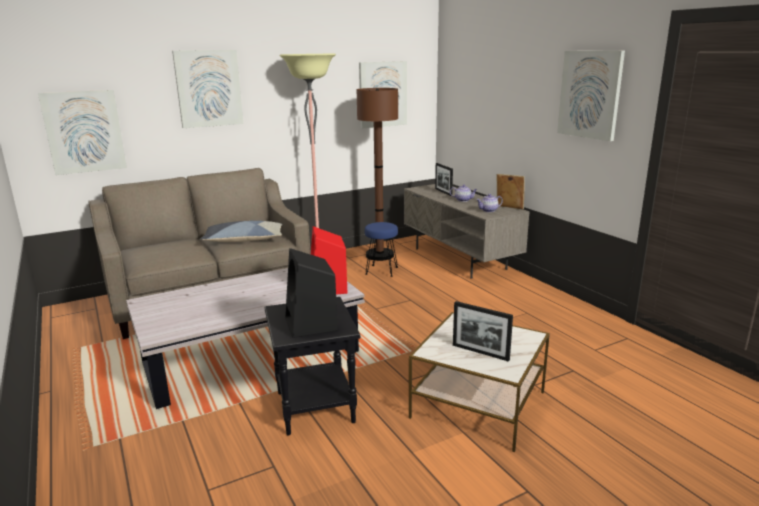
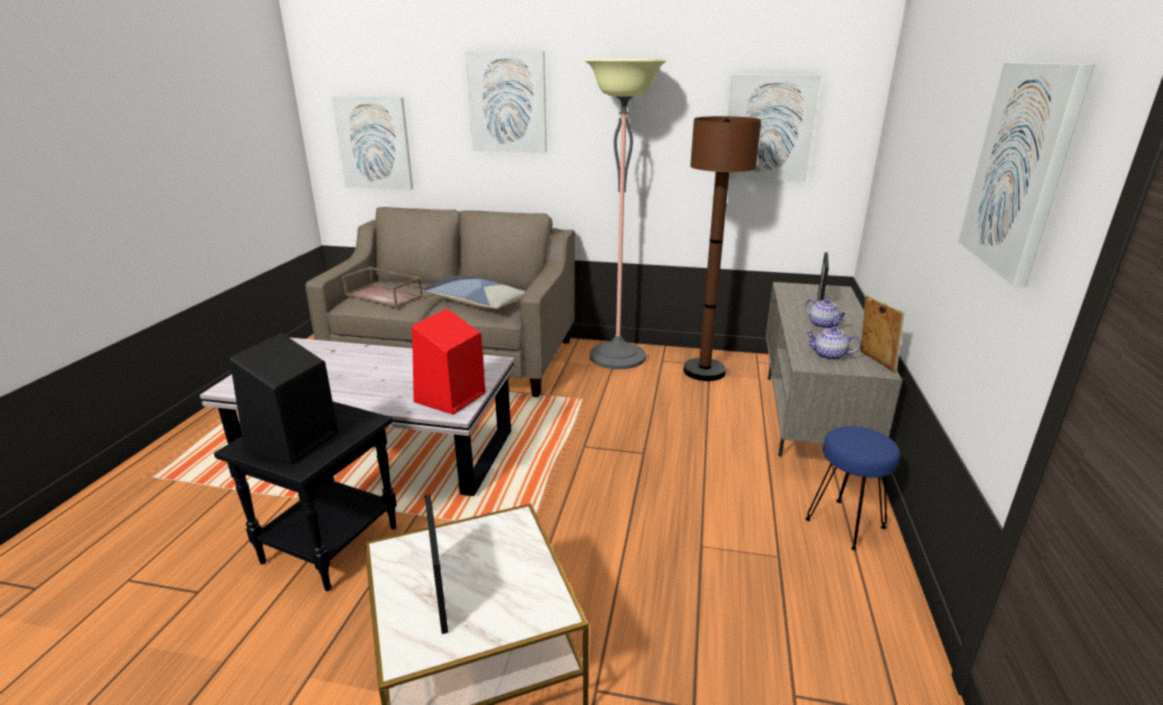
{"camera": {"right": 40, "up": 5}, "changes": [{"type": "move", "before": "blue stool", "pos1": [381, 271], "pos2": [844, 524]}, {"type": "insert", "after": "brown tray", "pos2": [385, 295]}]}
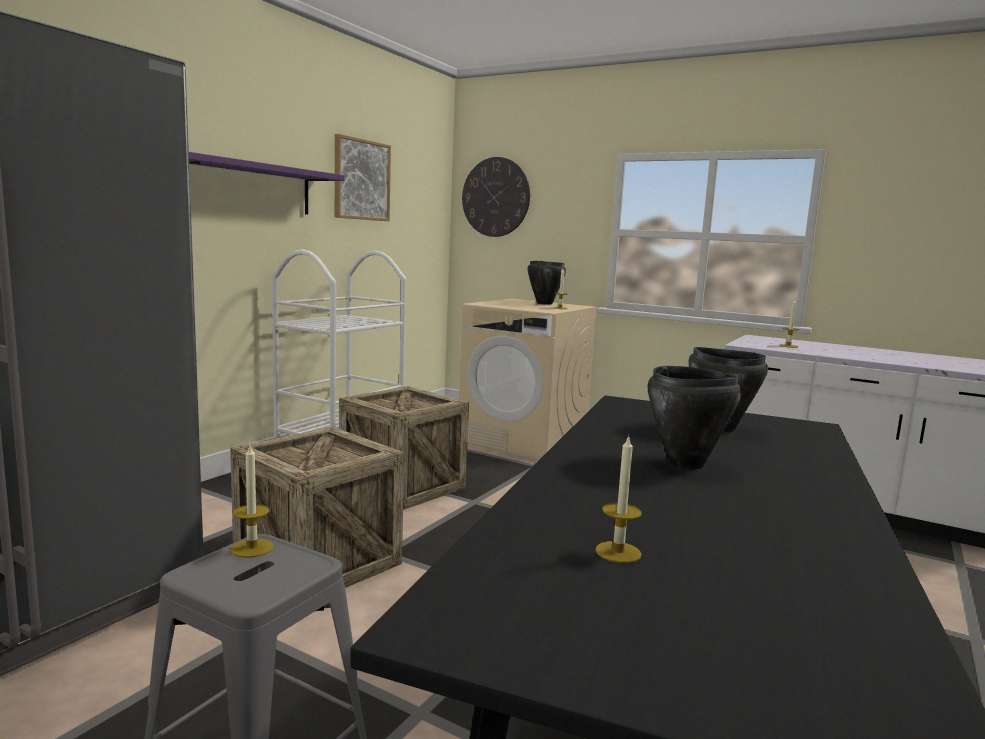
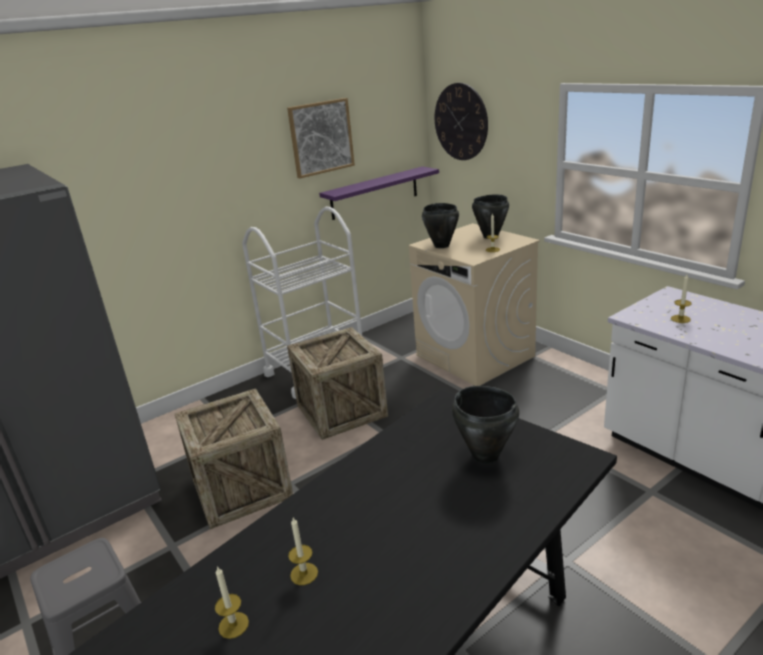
{"camera": {"right": 25, "up": 15}, "changes": [{"type": "move", "before": "purple shelf", "pos1": [247, 187], "pos2": [374, 193]}, {"type": "move", "before": "candle", "pos1": [252, 548], "pos2": [304, 574]}, {"type": "move", "before": "black cooking pot", "pos1": [685, 464], "pos2": [441, 246]}]}
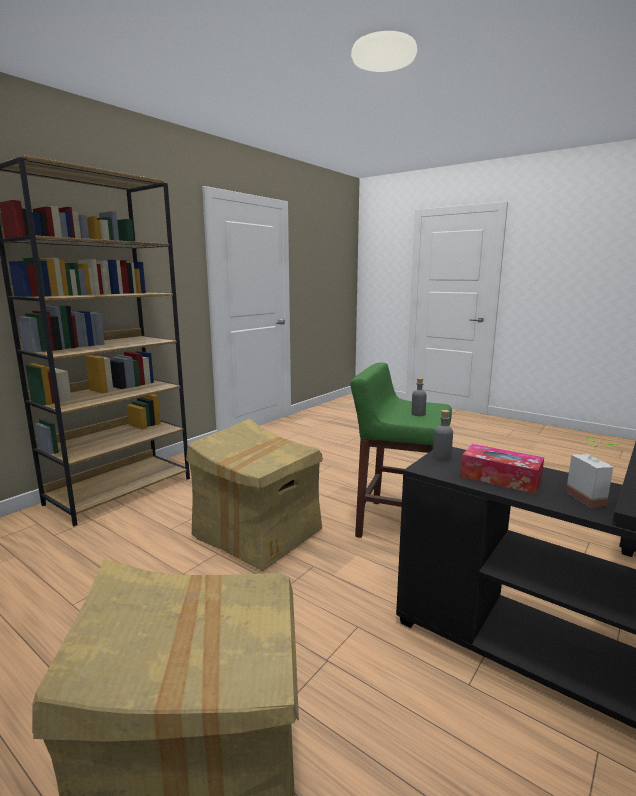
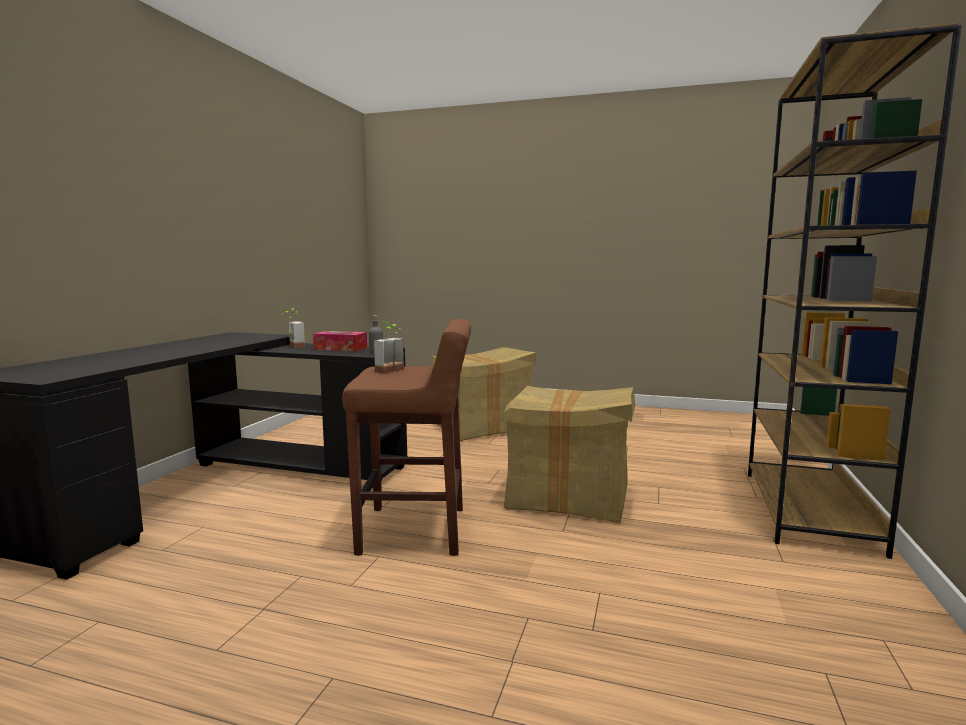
{"camera": {"right": 160, "up": -5}, "changes": [{"type": "recolor", "before": "green stool", "after": "brown stool", "pos1": [398, 524], "pos2": [415, 530]}, {"type": "replace", "before": "grey bottle", "after": "potted plant", "pos1": [418, 414], "pos2": [393, 371]}]}
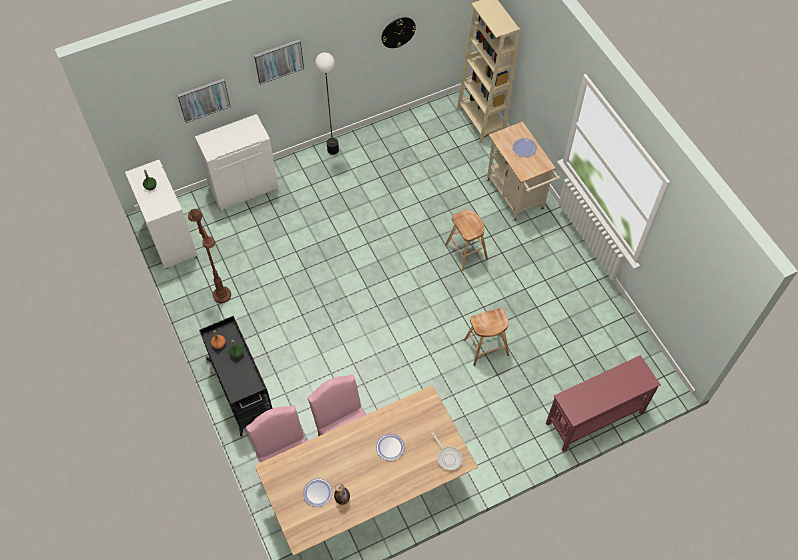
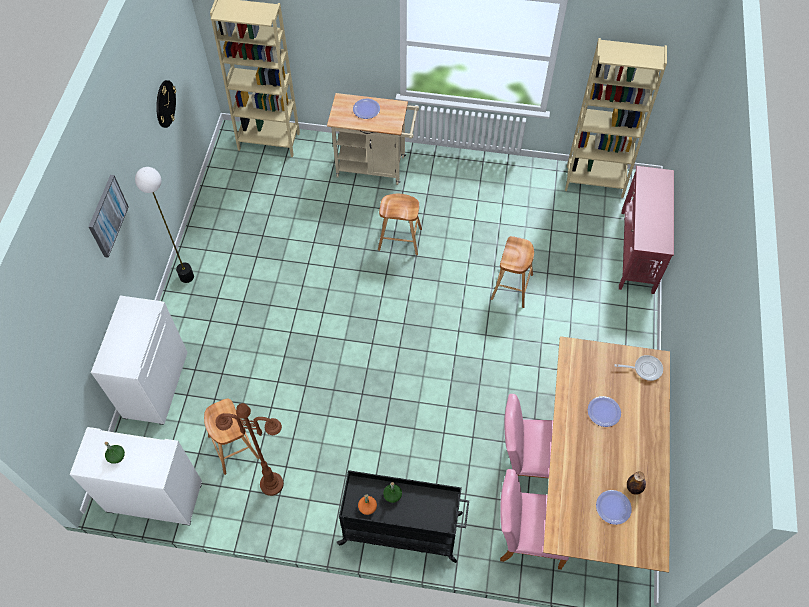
{"camera": {"right": -55, "up": 0}, "changes": [{"type": "delete", "before": "picture", "pos1": [204, 99]}, {"type": "insert", "after": "brown stool", "pos2": [234, 447]}, {"type": "insert", "after": "beige bookcase", "pos2": [594, 181]}]}
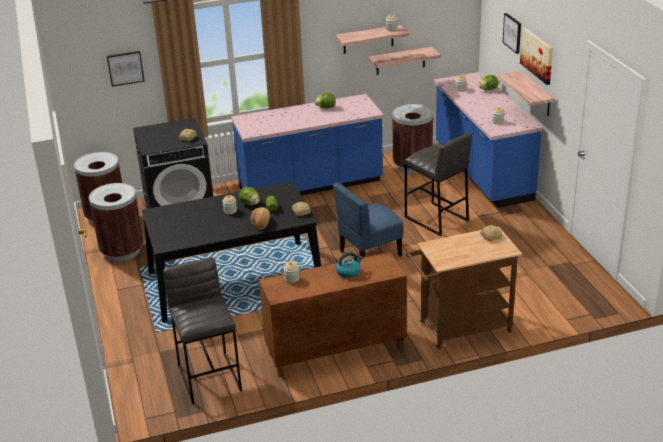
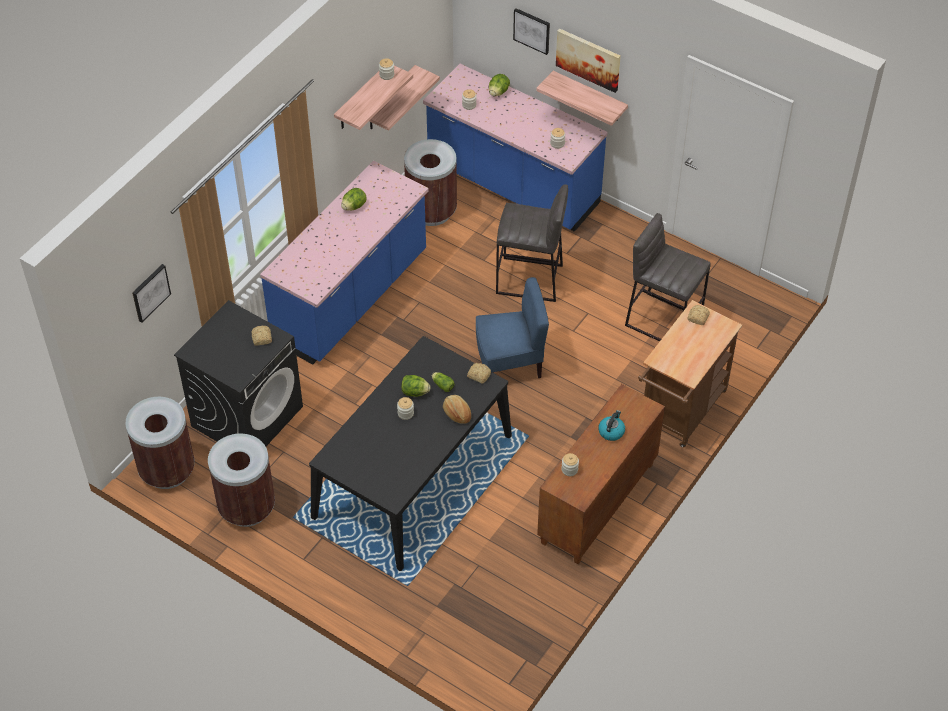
{"camera": {"right": -40, "up": 20}, "changes": [{"type": "move", "before": "grey stool", "pos1": [210, 377], "pos2": [663, 320]}, {"type": "rotate", "before": "blue chair", "pos1": [369, 253], "pos2": [509, 363], "turn": -120}]}
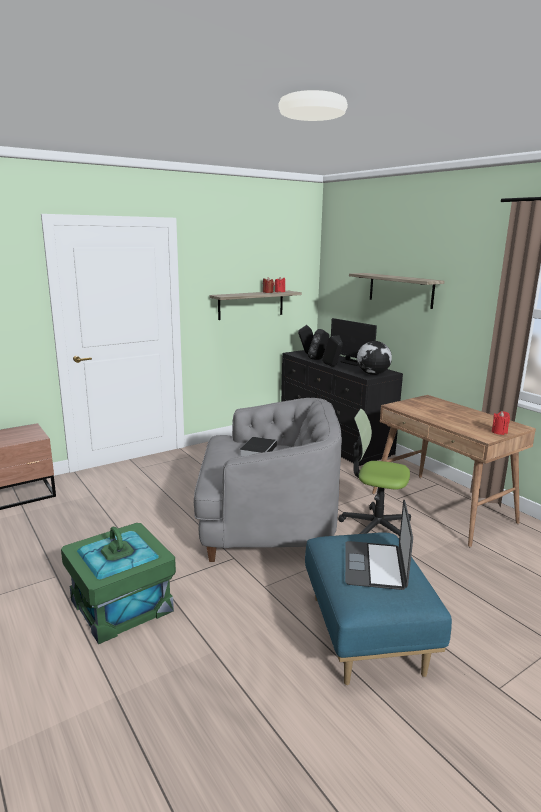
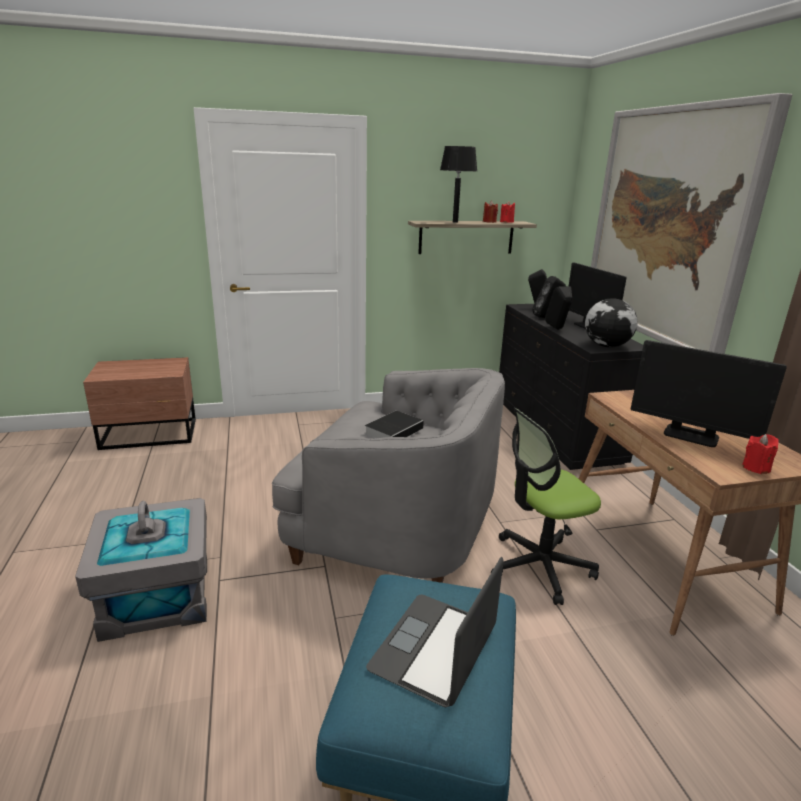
{"camera": {"right": 20, "up": 5}, "changes": [{"type": "recolor", "before": "green storage box", "after": "grey storage box", "pos1": [122, 605], "pos2": [158, 597]}, {"type": "rotate", "before": "office chair", "pos1": [375, 527], "pos2": [540, 566], "turn": -60}, {"type": "replace", "before": "shelf", "after": "picture", "pos1": [400, 290], "pos2": [669, 226]}, {"type": "insert", "after": "black table lamp", "pos2": [455, 222]}, {"type": "insert", "after": "monitor", "pos2": [691, 435]}]}
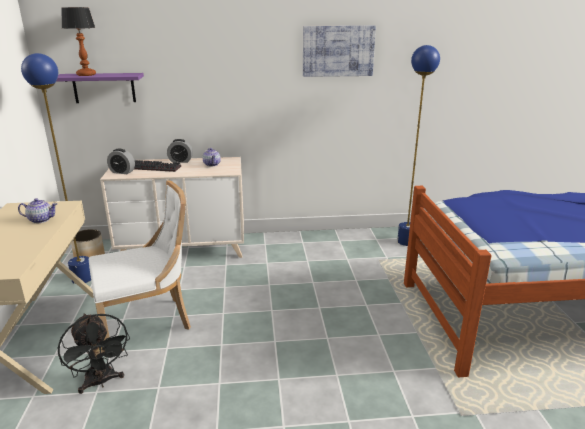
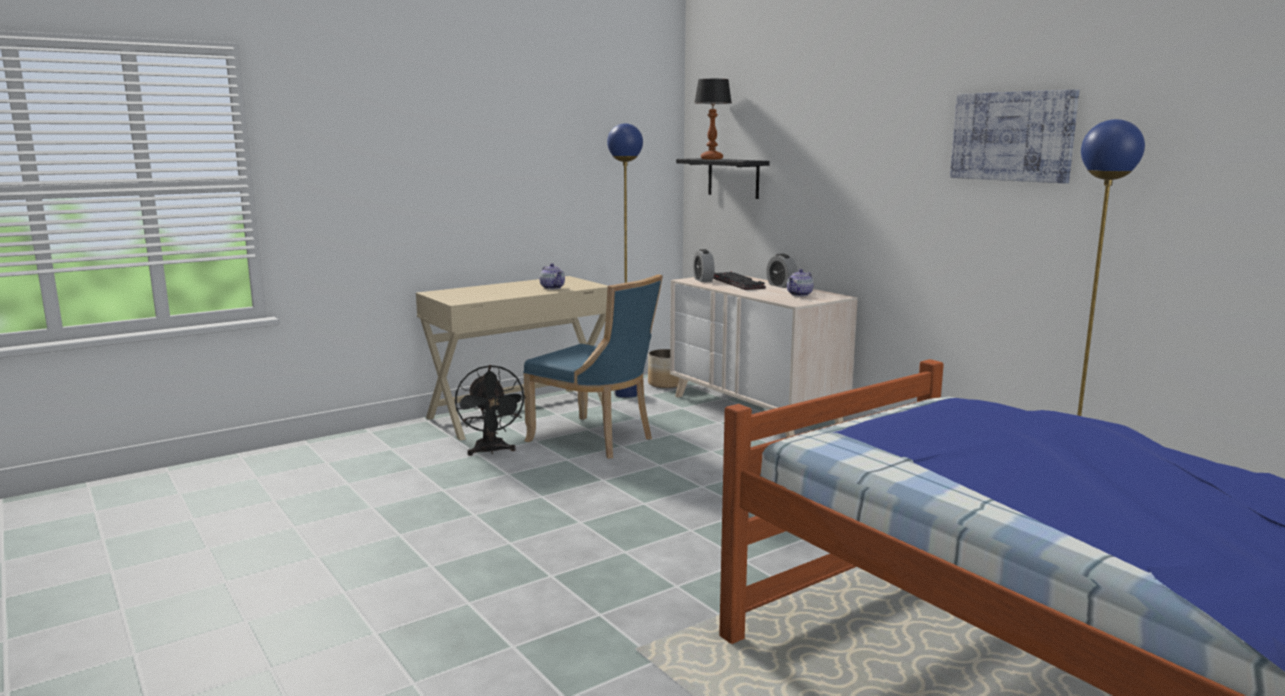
{"camera": {"right": 60, "up": -10}, "changes": [{"type": "recolor", "before": "purple shelf", "after": "black shelf", "pos1": [104, 88], "pos2": [733, 178]}, {"type": "rotate", "before": "black fan", "pos1": [101, 382], "pos2": [491, 451], "turn": -45}, {"type": "recolor", "before": "white chair", "after": "blue chair", "pos1": [148, 322], "pos2": [596, 440]}]}
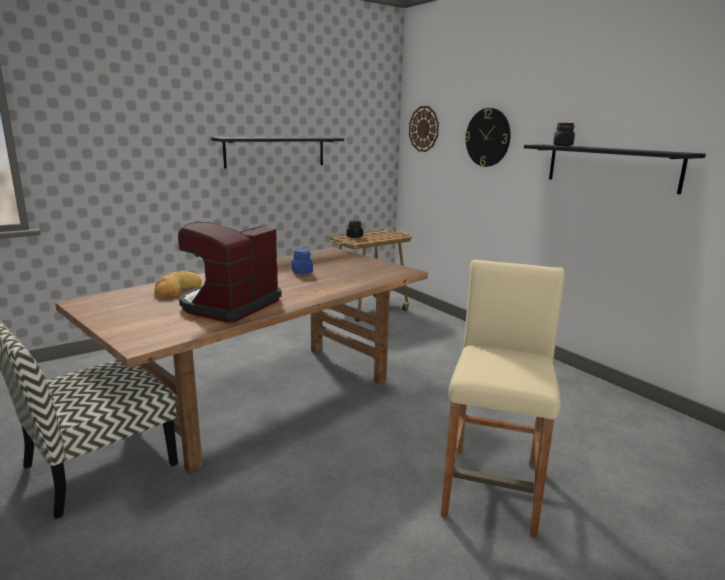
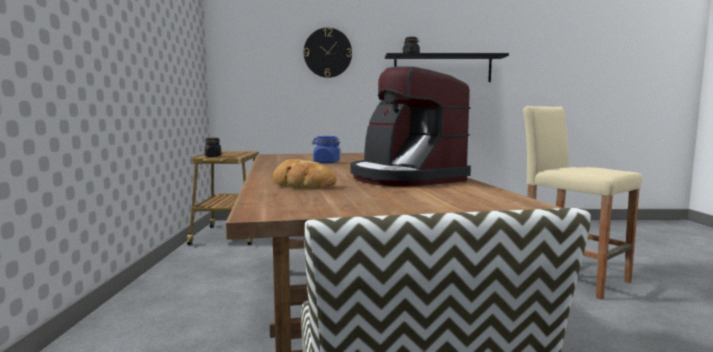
{"camera": {"right": -55, "up": -10}, "changes": [{"type": "delete", "before": "black shelf", "pos1": [275, 152]}, {"type": "delete", "before": "wall clock", "pos1": [424, 129]}]}
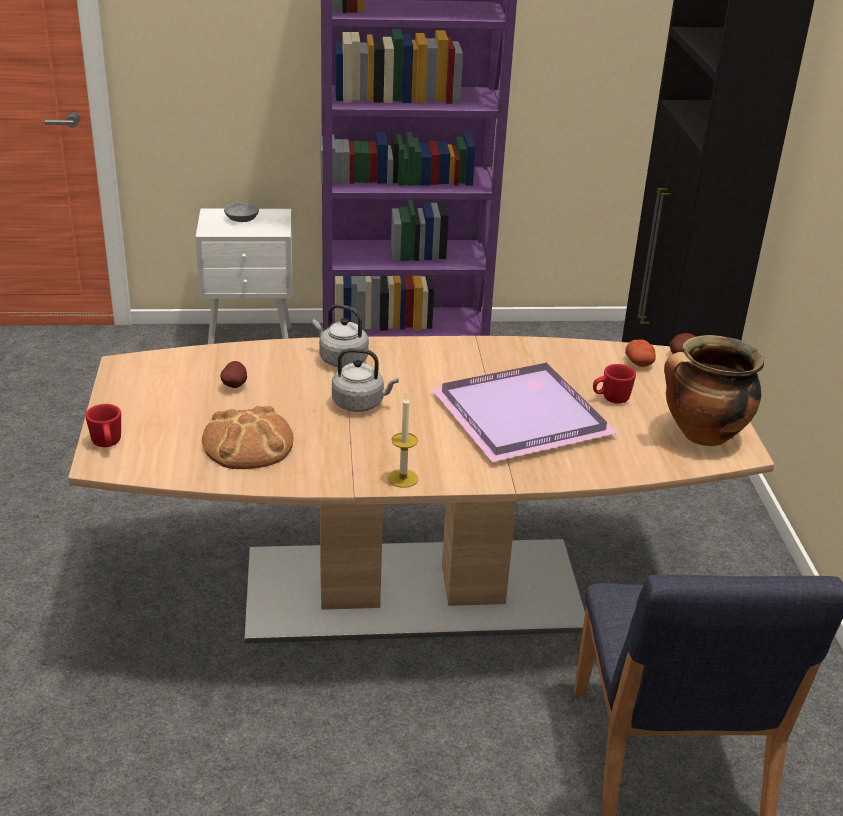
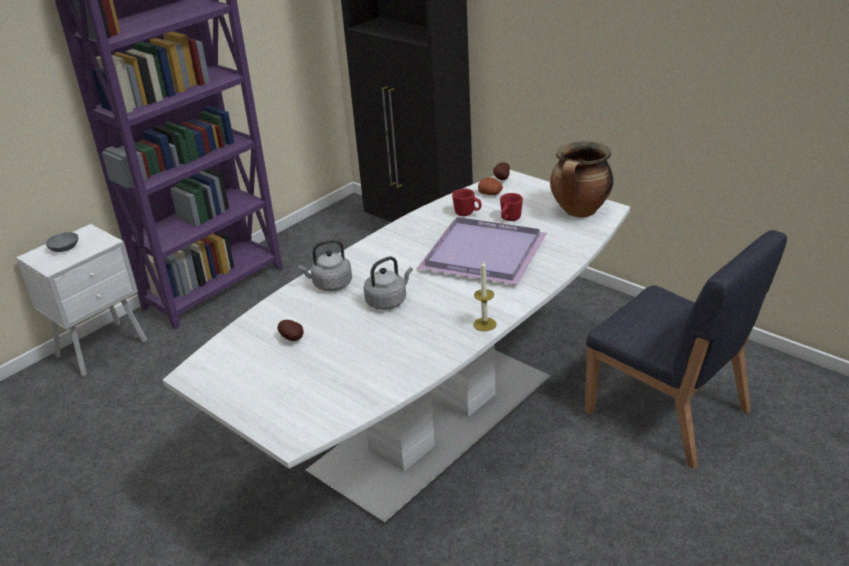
{"camera": {"right": -40, "up": 0}, "changes": [{"type": "recolor", "before": "brown dining table", "after": "white dining table", "pos1": [411, 590], "pos2": [433, 424]}, {"type": "move", "before": "red mug", "pos1": [107, 444], "pos2": [467, 213]}, {"type": "delete", "before": "bread", "pos1": [248, 443]}]}
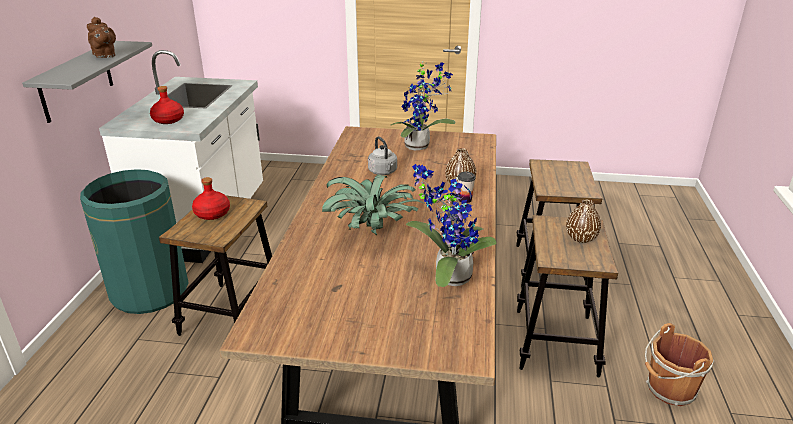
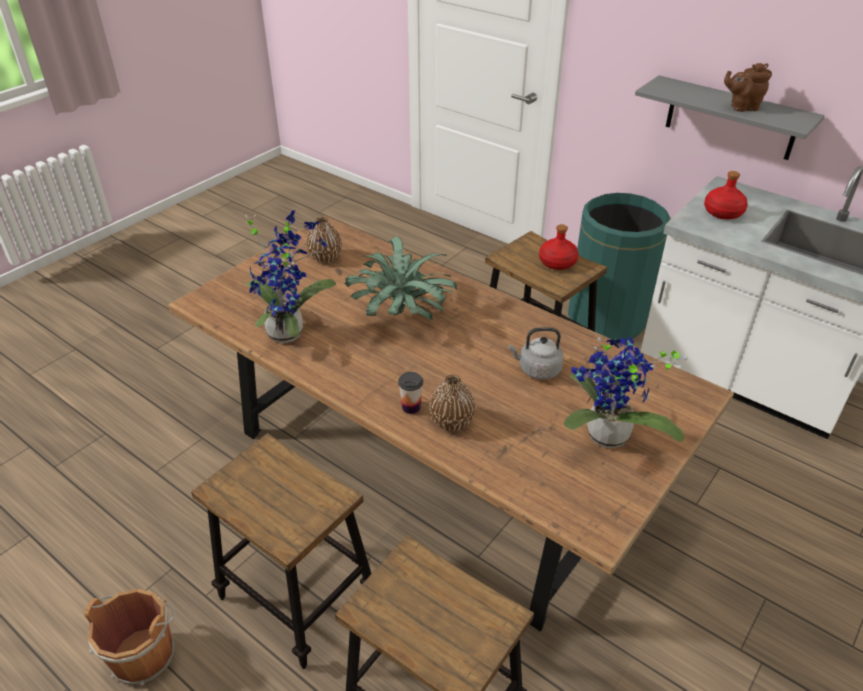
{"camera": {"right": 120, "up": 10}, "changes": [{"type": "move", "before": "brown vase", "pos1": [581, 238], "pos2": [325, 257]}]}
